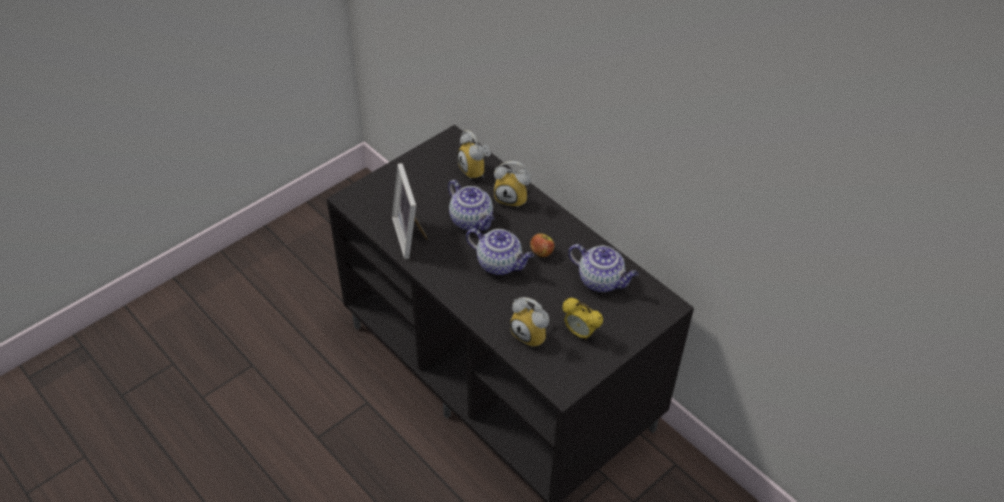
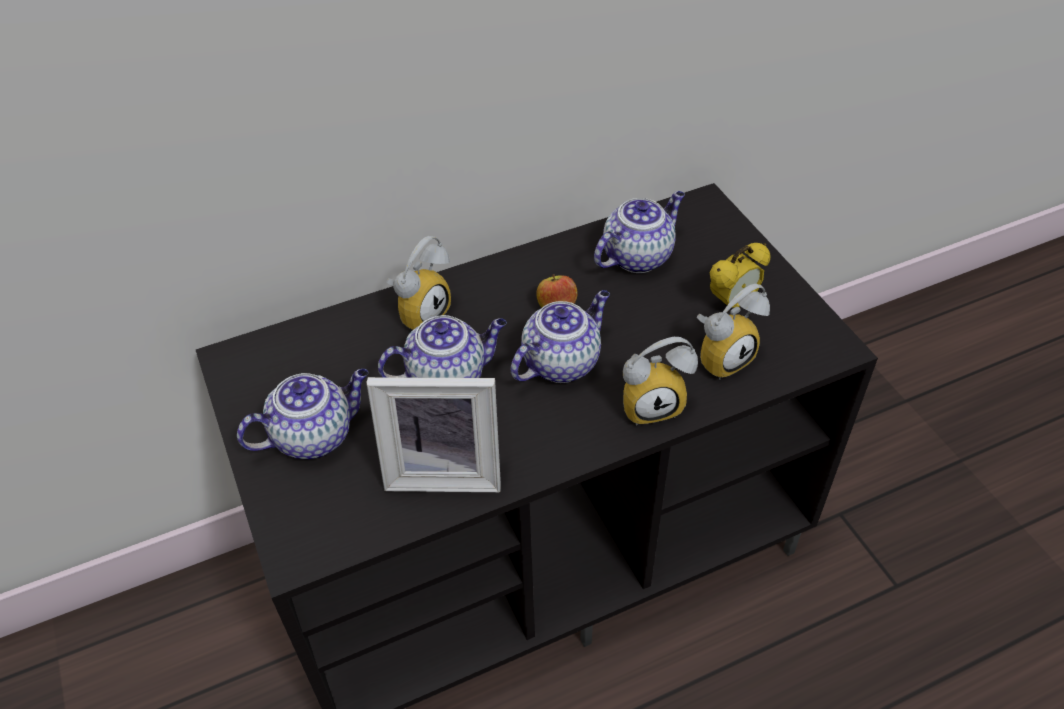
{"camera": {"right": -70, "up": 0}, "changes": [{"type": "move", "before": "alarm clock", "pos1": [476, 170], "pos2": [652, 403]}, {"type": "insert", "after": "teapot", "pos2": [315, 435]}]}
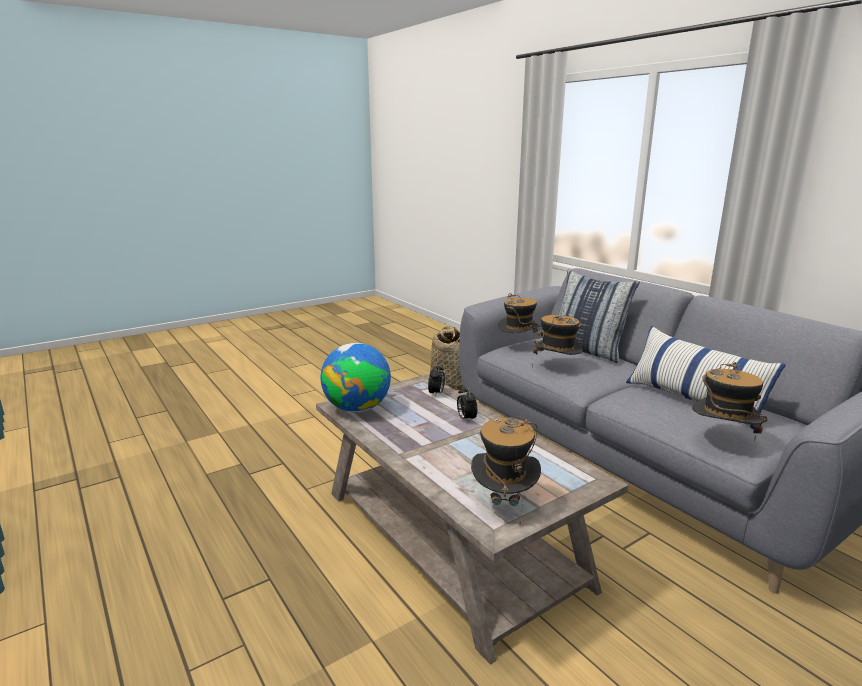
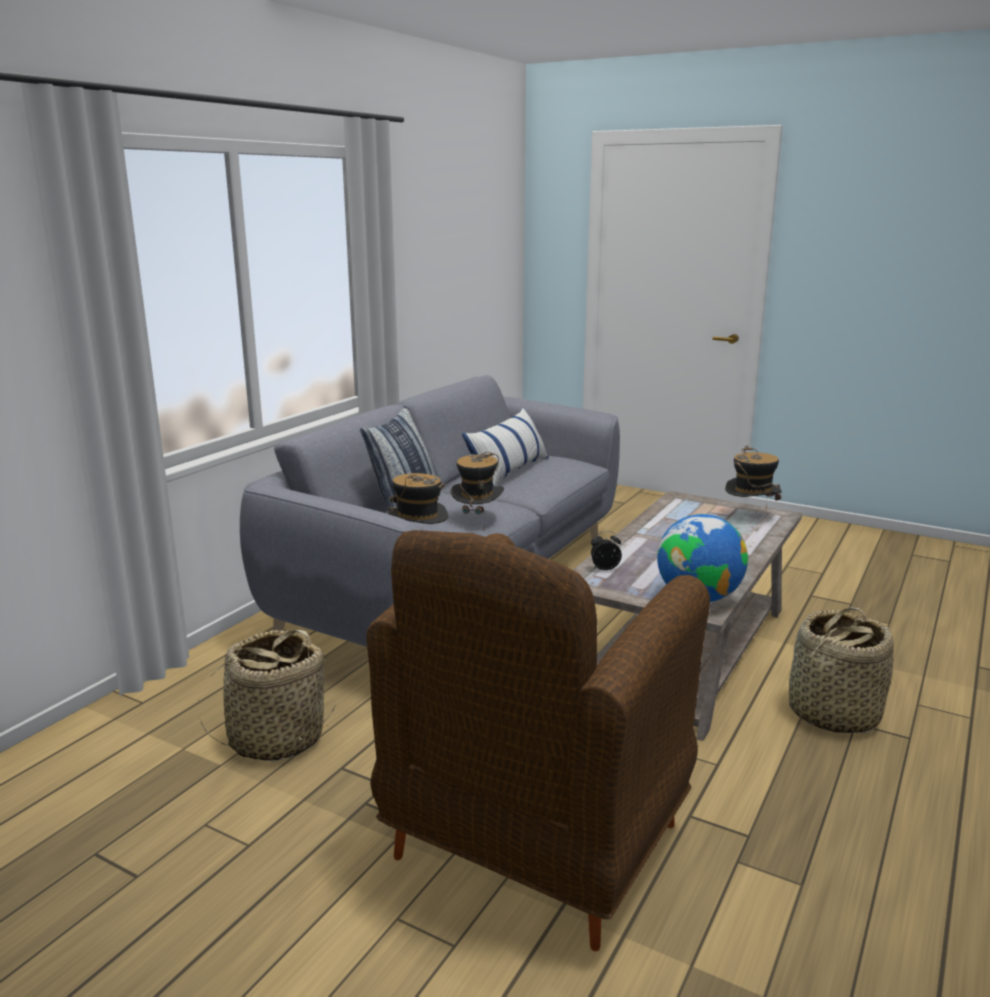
{"camera": {"right": -115, "up": 0}, "changes": [{"type": "delete", "before": "alarm clock", "pos1": [466, 418]}, {"type": "delete", "before": "hat", "pos1": [722, 441]}, {"type": "insert", "after": "brown armchair", "pos2": [534, 845]}, {"type": "insert", "after": "basket", "pos2": [832, 714]}]}
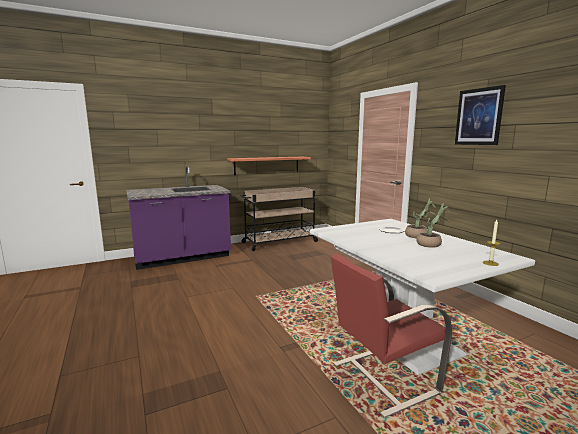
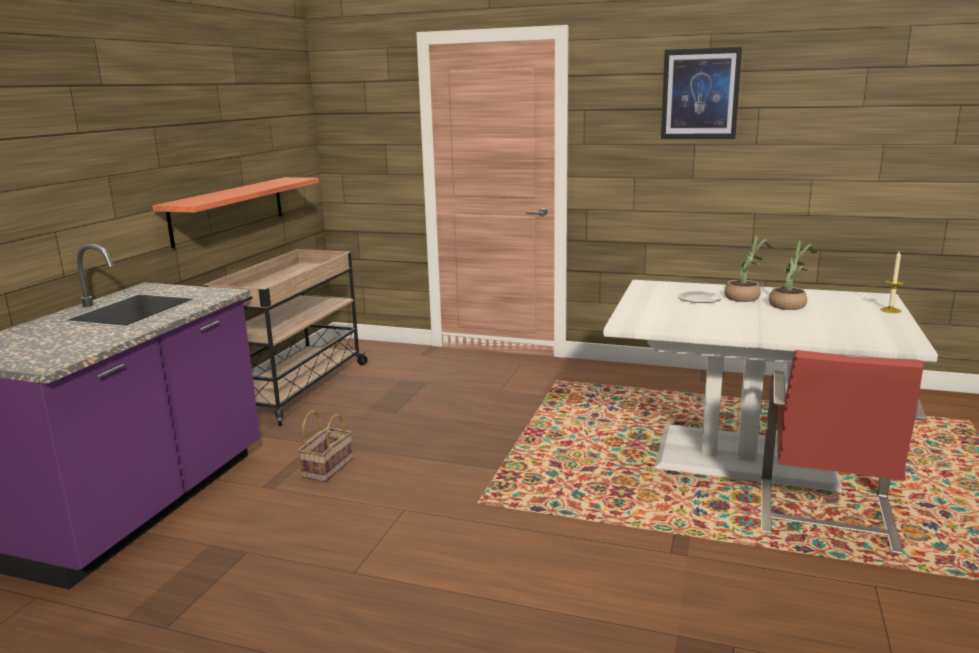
{"camera": {"right": -45, "up": 5}, "changes": [{"type": "insert", "after": "basket", "pos2": [327, 467]}]}
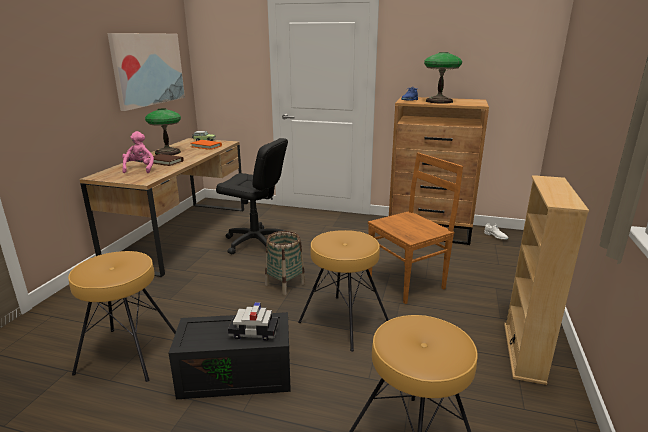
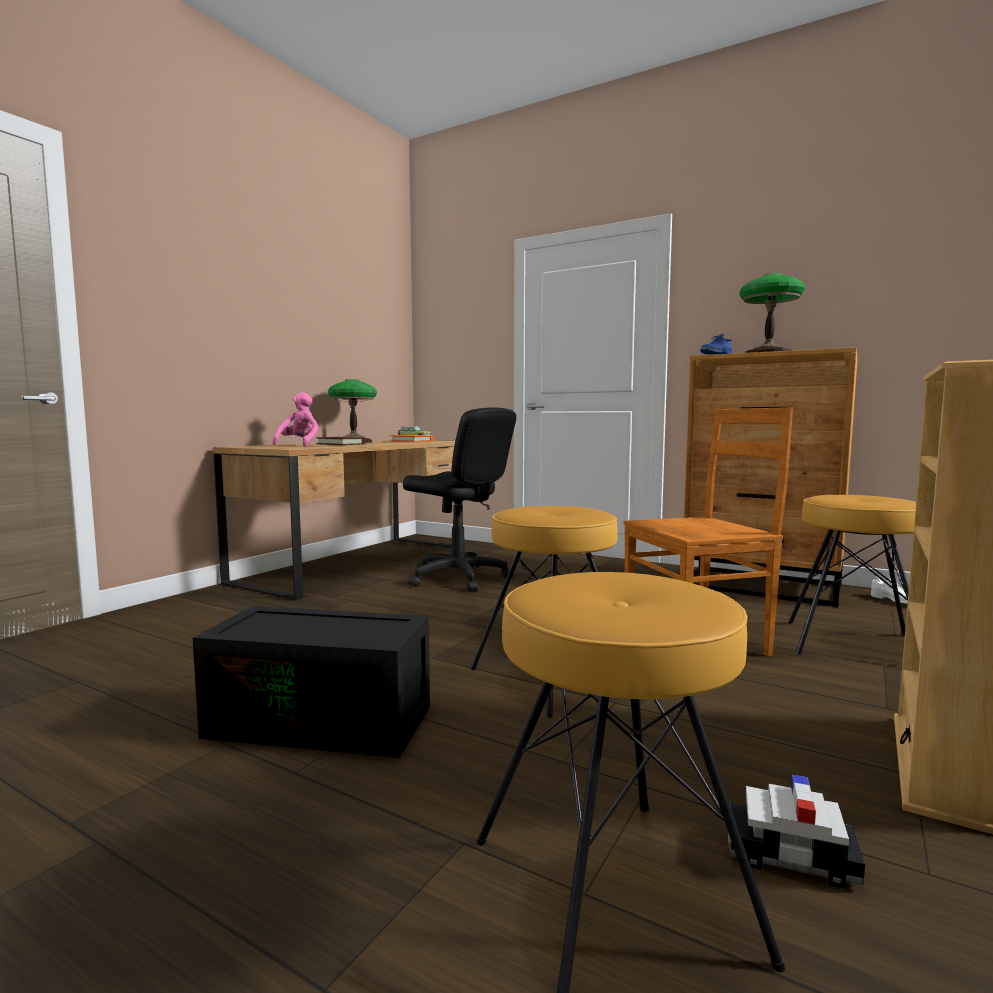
{"camera": {"right": 15, "up": -15}, "changes": [{"type": "move", "before": "brown stool", "pos1": [129, 353], "pos2": [852, 643]}, {"type": "delete", "before": "picture", "pos1": [148, 69]}, {"type": "move", "before": "toy car", "pos1": [253, 332], "pos2": [790, 857]}, {"type": "delete", "before": "basket", "pos1": [285, 284]}]}
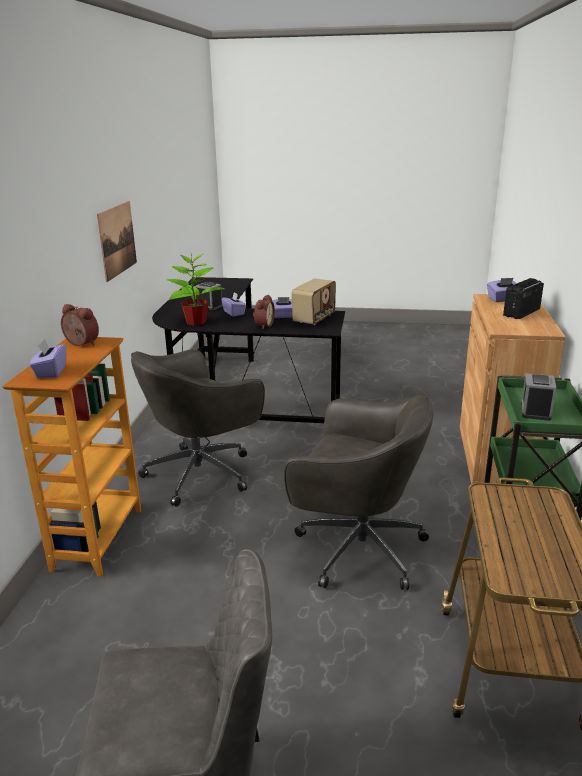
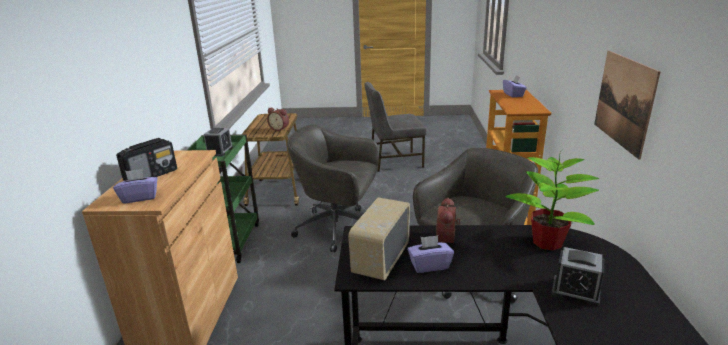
{"camera": {"right": 175, "up": 0}, "changes": [{"type": "move", "before": "alarm clock", "pos1": [80, 344], "pos2": [279, 129]}, {"type": "delete", "before": "purple tissue box", "pos1": [234, 313]}]}
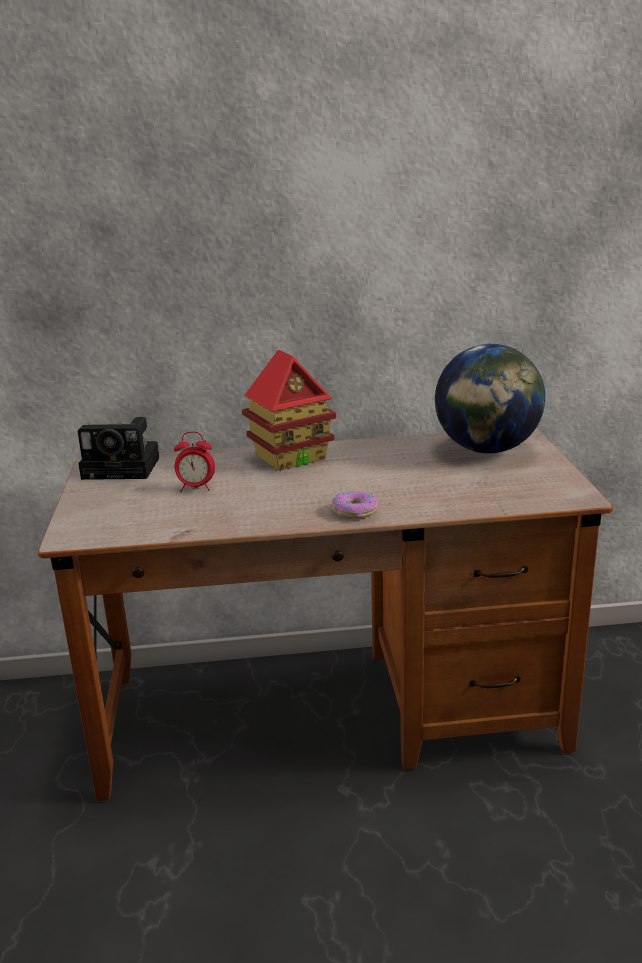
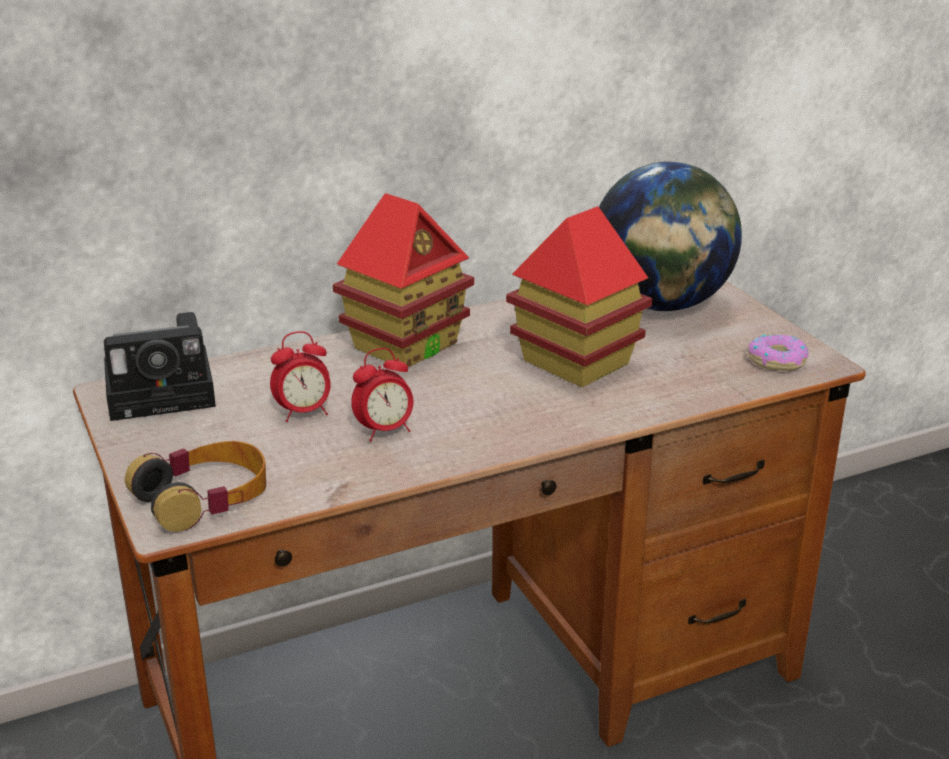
{"camera": {"right": -20, "up": 5}, "changes": [{"type": "move", "before": "donut", "pos1": [355, 511], "pos2": [777, 360]}, {"type": "insert", "after": "headphones", "pos2": [204, 497]}, {"type": "insert", "after": "alarm clock", "pos2": [384, 431]}, {"type": "insert", "after": "toy house", "pos2": [575, 362]}]}
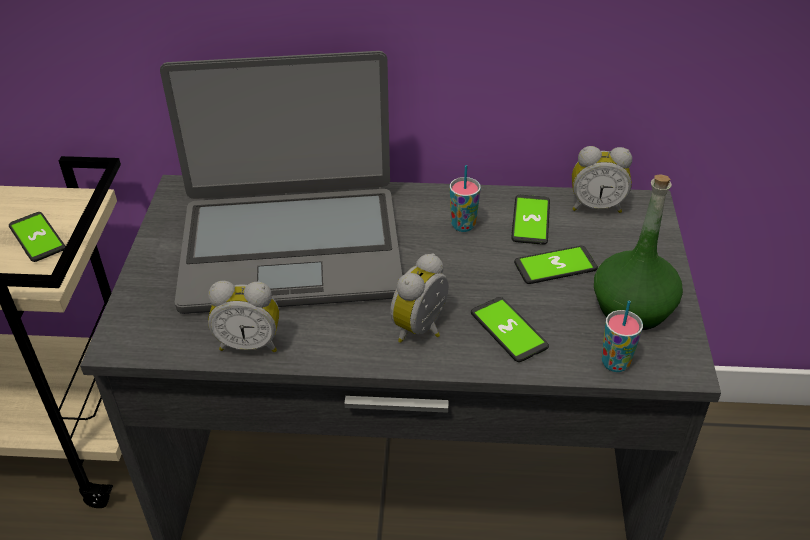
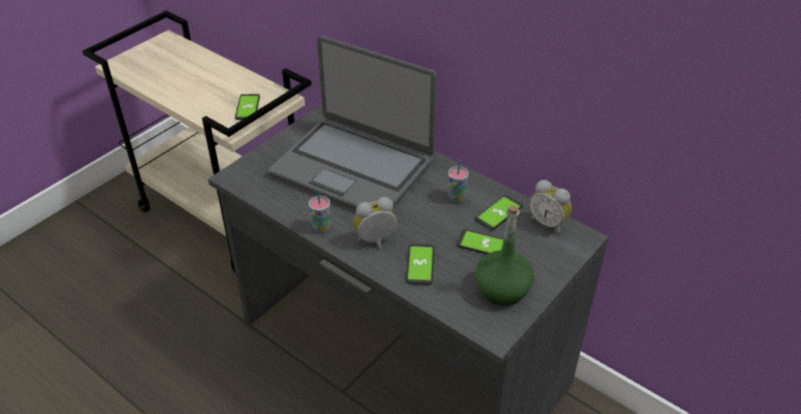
{"camera": {"right": 35, "up": 0}, "changes": [{"type": "delete", "before": "alarm clock", "pos1": [250, 343]}, {"type": "move", "before": "cup", "pos1": [615, 363], "pos2": [321, 228]}]}
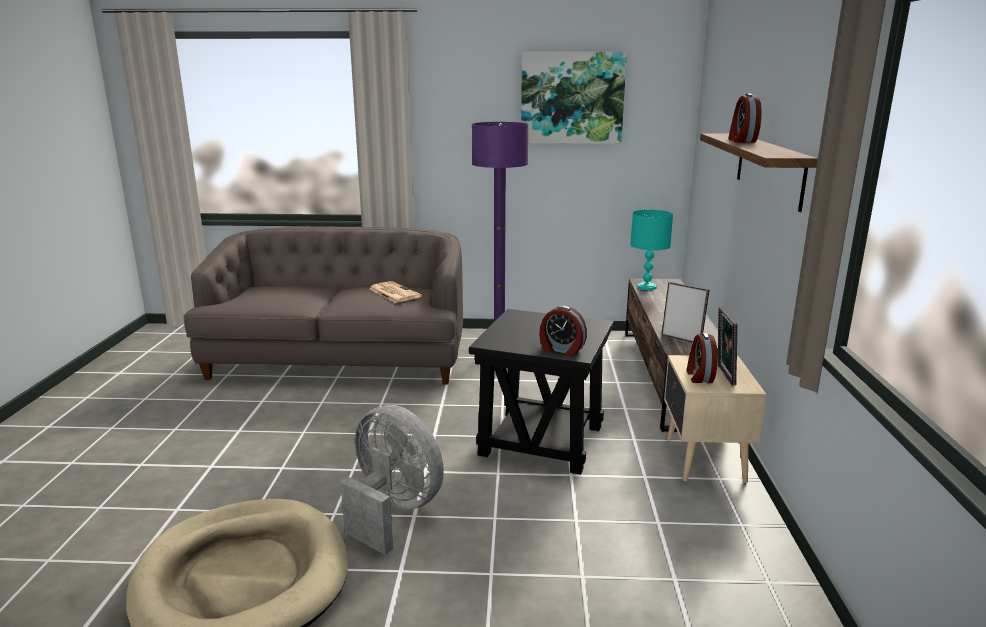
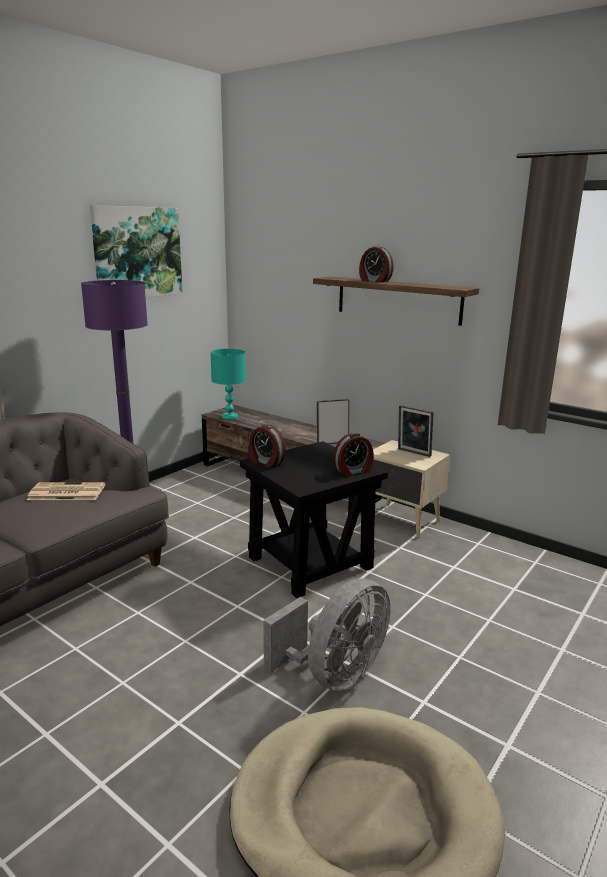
{"camera": {"right": -55, "up": 0}, "changes": [{"type": "rotate", "before": "grey fan", "pos1": [393, 511], "pos2": [335, 674], "turn": 150}, {"type": "move", "before": "alarm clock", "pos1": [699, 376], "pos2": [265, 462]}]}
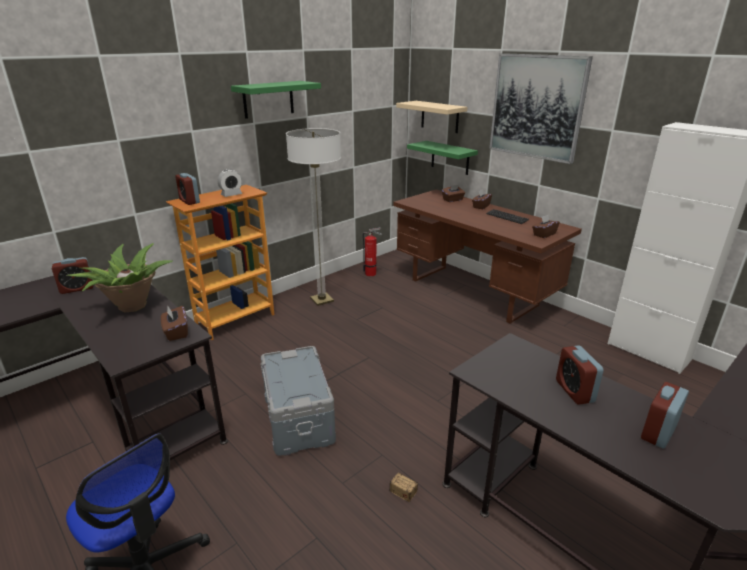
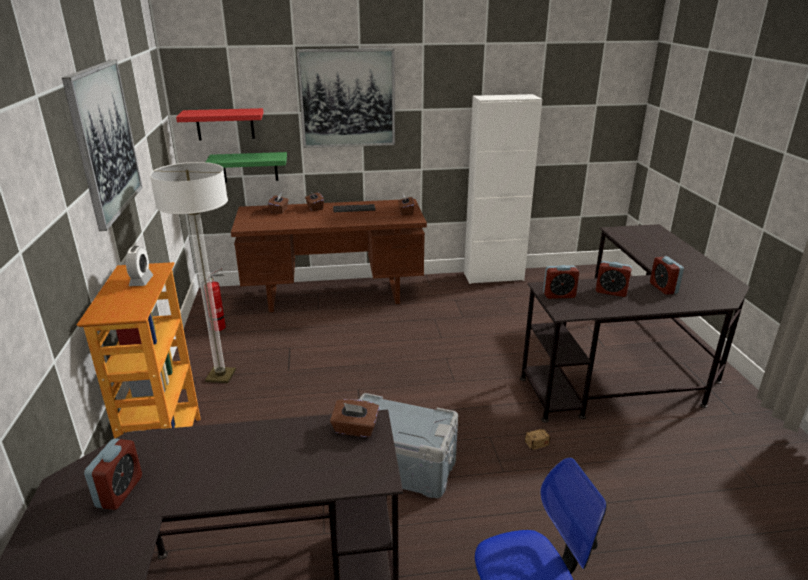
{"camera": {"right": -55, "up": 0}, "changes": [{"type": "delete", "before": "potted plant", "pos1": [131, 306]}, {"type": "move", "before": "alarm clock", "pos1": [189, 201], "pos2": [559, 295]}, {"type": "replace", "before": "green shelf", "after": "picture", "pos1": [268, 99], "pos2": [104, 141]}, {"type": "recolor", "before": "beige shelf", "after": "red shelf", "pos1": [440, 116], "pos2": [225, 124]}]}
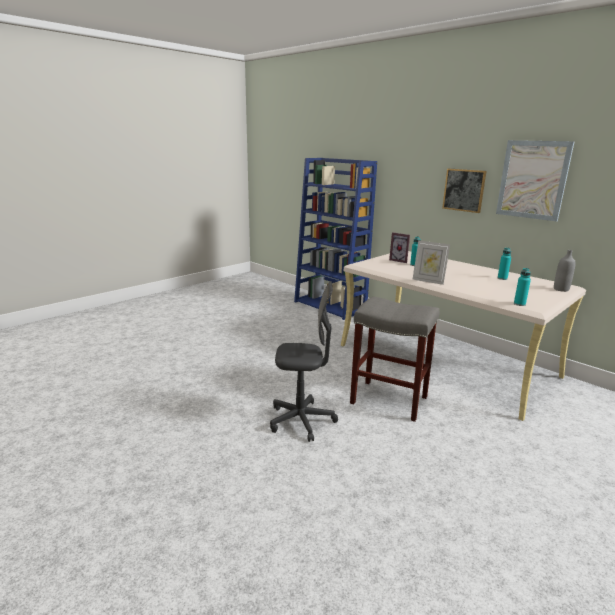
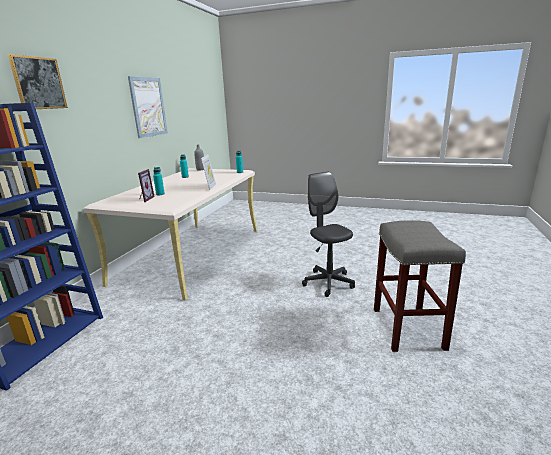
{"camera": {"right": -115, "up": 0}, "changes": [{"type": "move", "before": "grey stool", "pos1": [387, 400], "pos2": [408, 329]}, {"type": "move", "before": "picture", "pos1": [464, 190], "pos2": [38, 83]}]}
